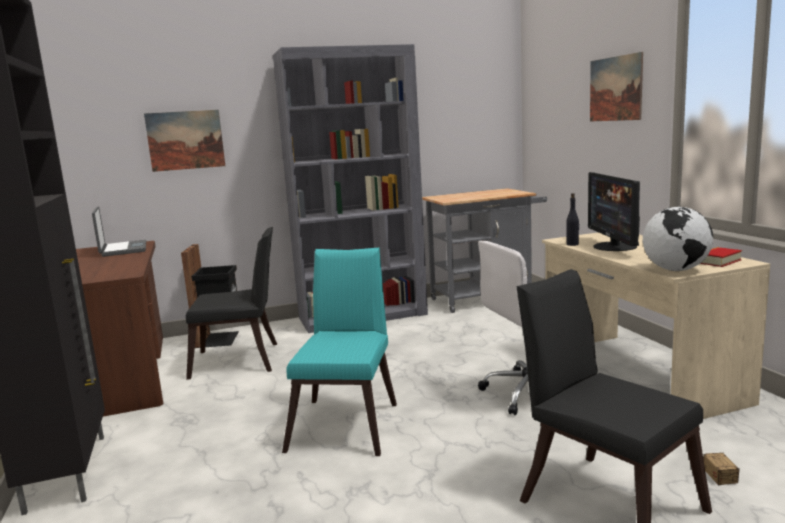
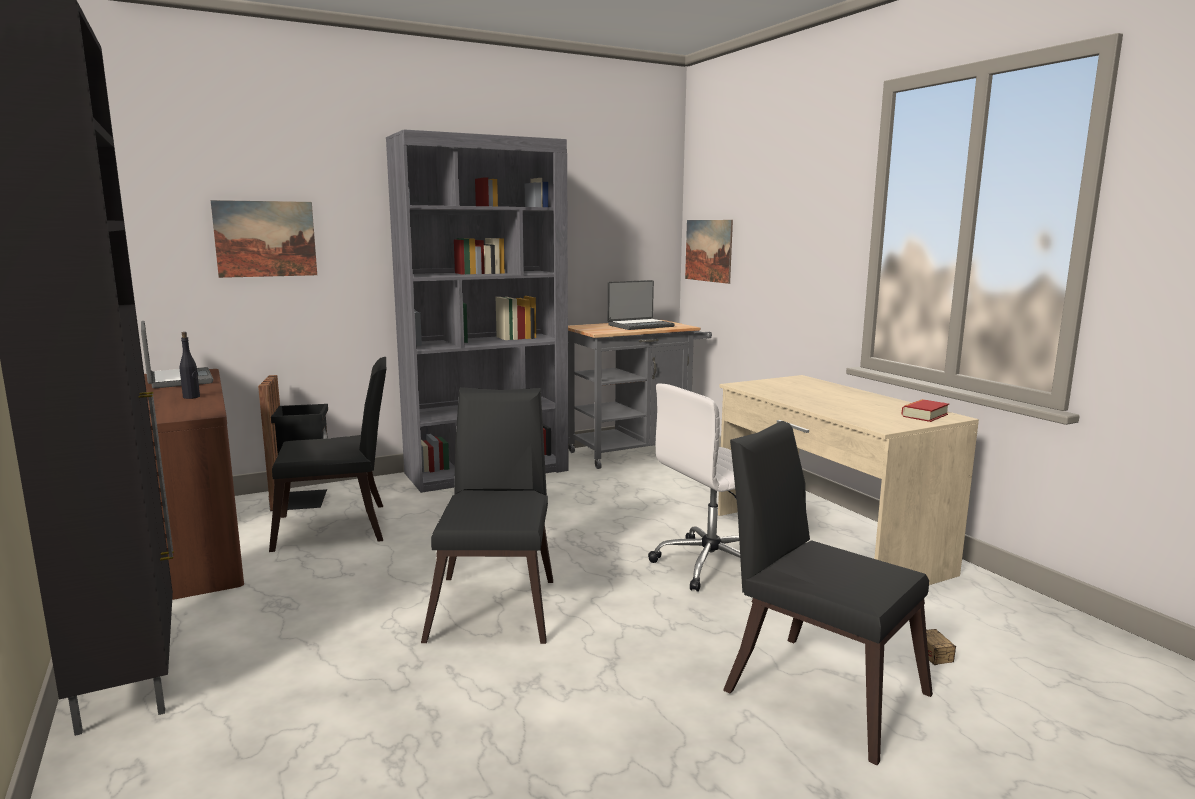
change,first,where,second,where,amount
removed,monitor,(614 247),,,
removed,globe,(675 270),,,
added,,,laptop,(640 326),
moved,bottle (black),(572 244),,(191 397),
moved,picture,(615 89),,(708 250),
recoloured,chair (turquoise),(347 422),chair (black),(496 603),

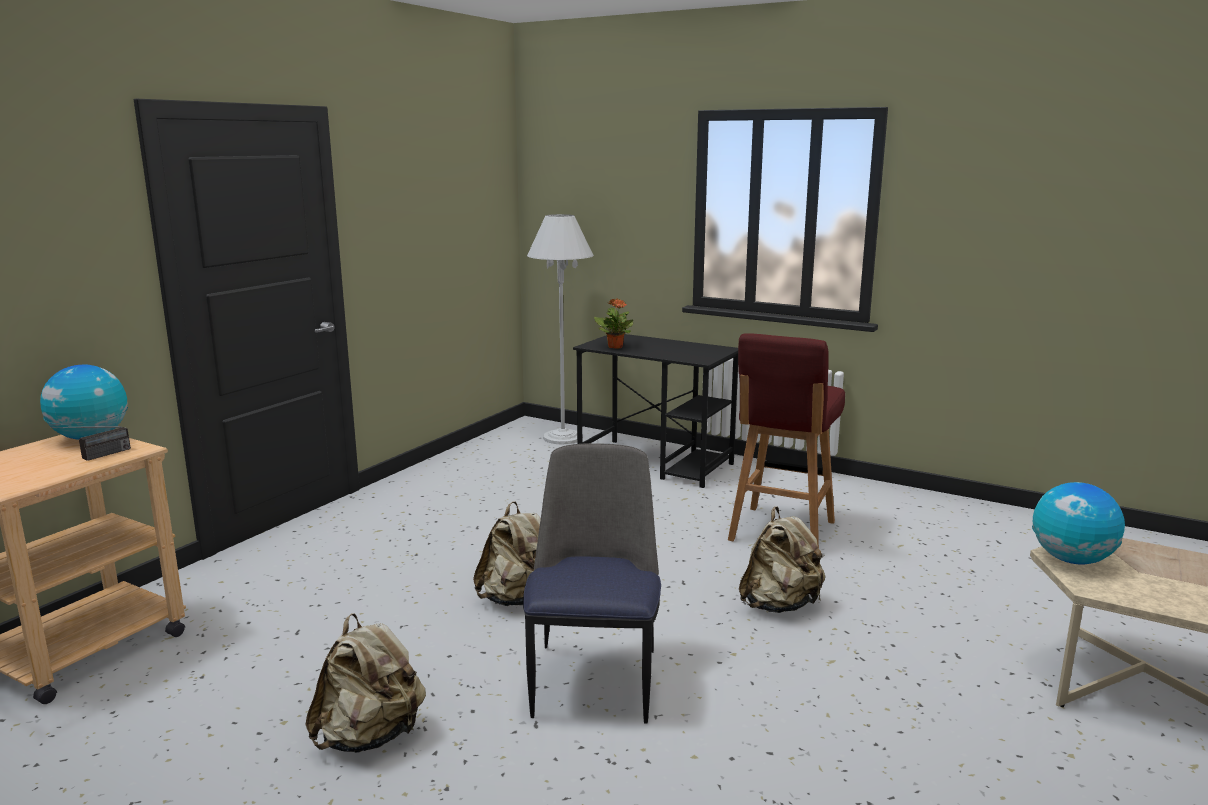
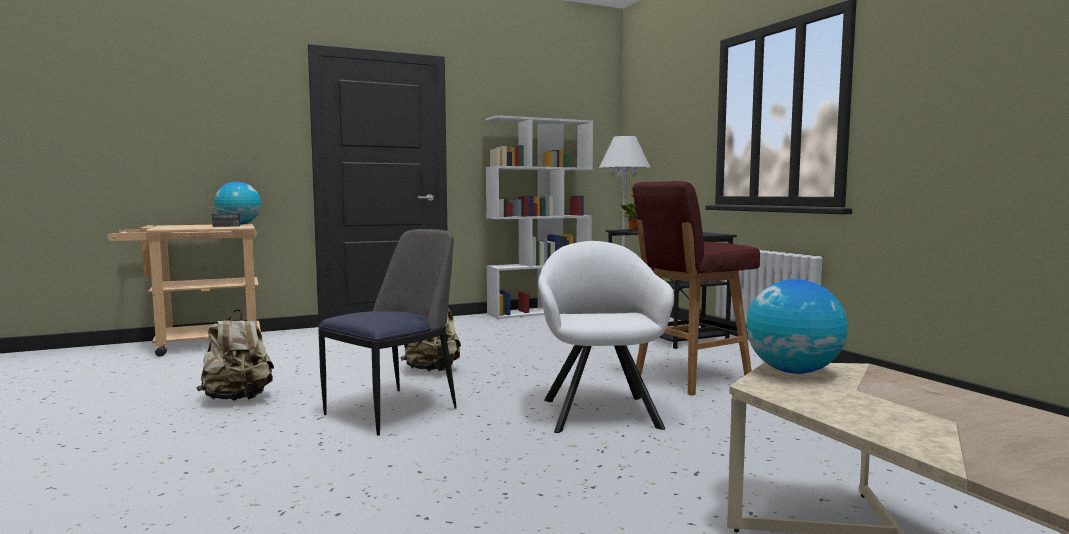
change,first,where,second,where,amount
added,,,bookcase (white),(540 312),
replaced,backpack (beige),(779 605),armchair (white),(599 410),

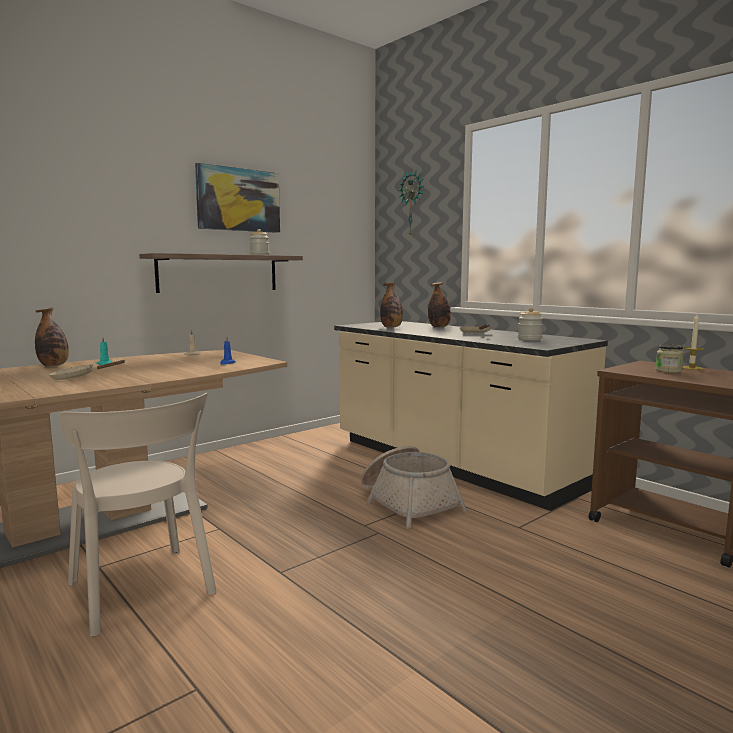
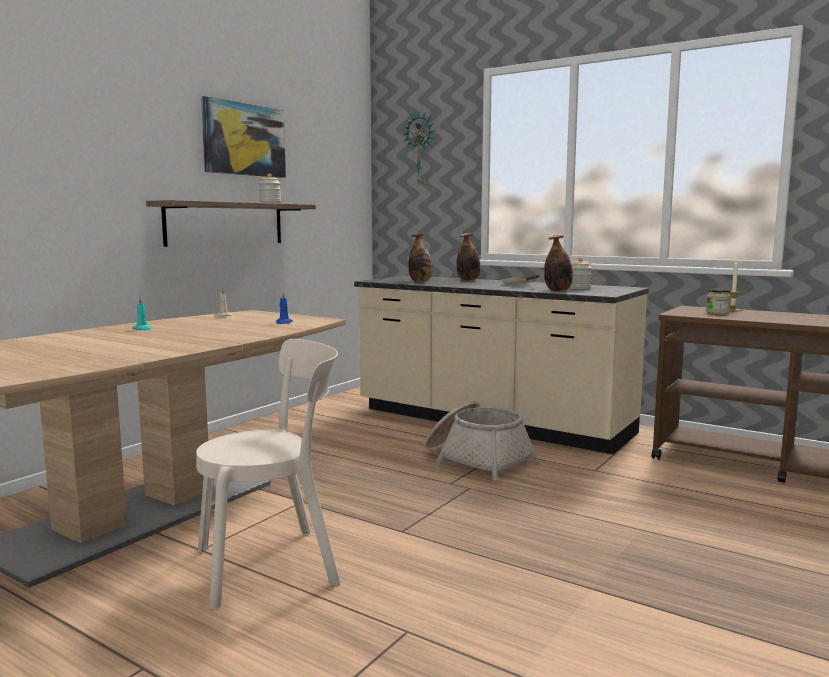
change,first,where,second,where,amount
removed,frying pan (beige),(78 377),,,
moved,bottle,(54 365),,(558 290),
turned,chair (beige),(143 591),,(274 564),60 degrees counterclockwise

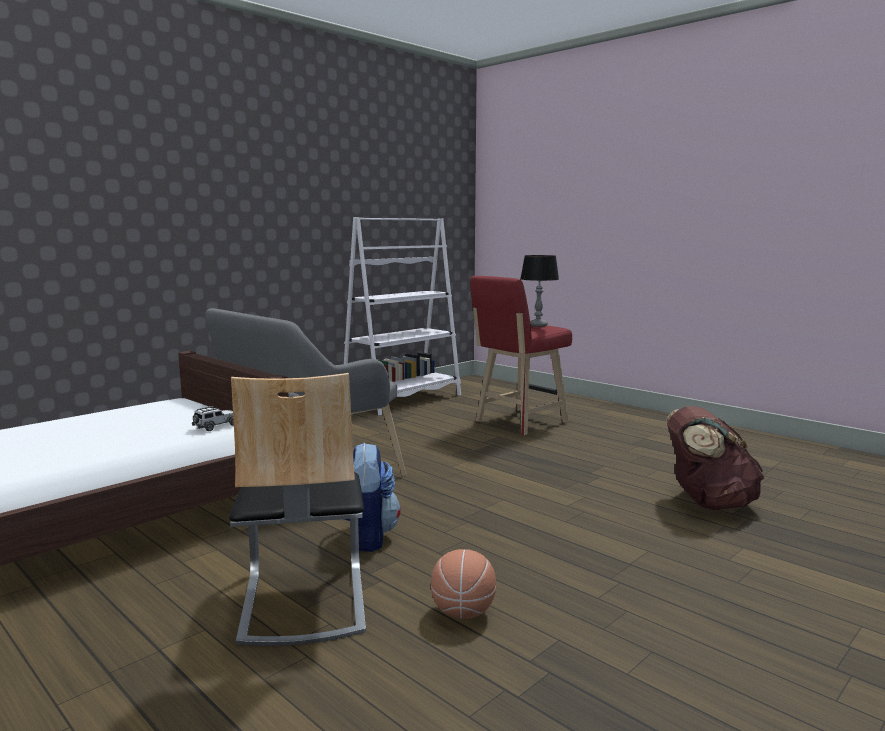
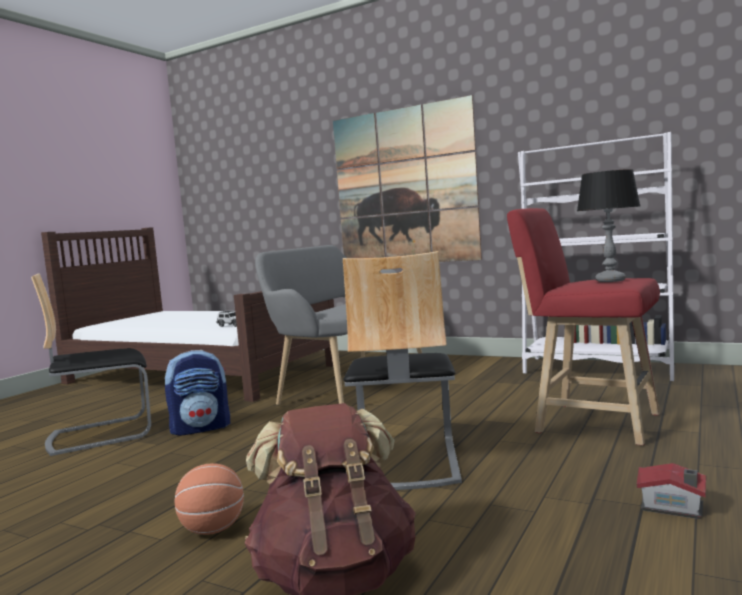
change,first,where,second,where,amount
added,,,picture,(404 187),
added,,,chair,(405 462),
added,,,toy house,(674 508),
moved,basketball,(463 613),,(212 529),

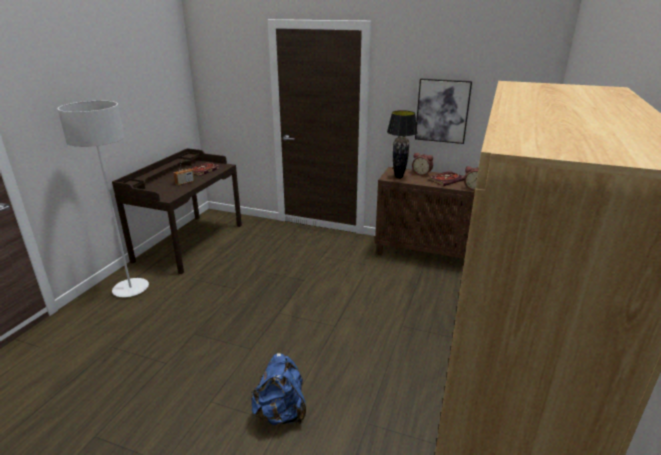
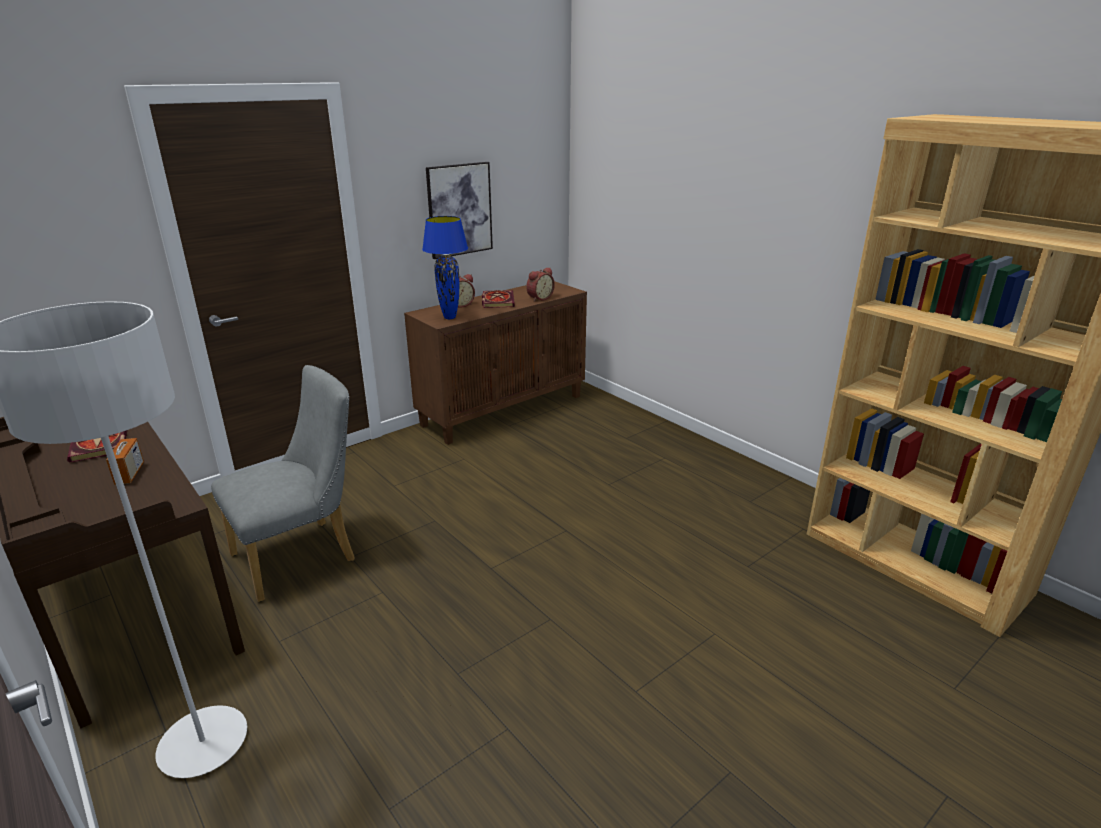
change,first,where,second,where,amount
removed,backpack (blue),(281 413),,,
added,,,chair (grey),(303 555),
recoloured,table lamp (black),(398 177),table lamp (blue),(450 317),

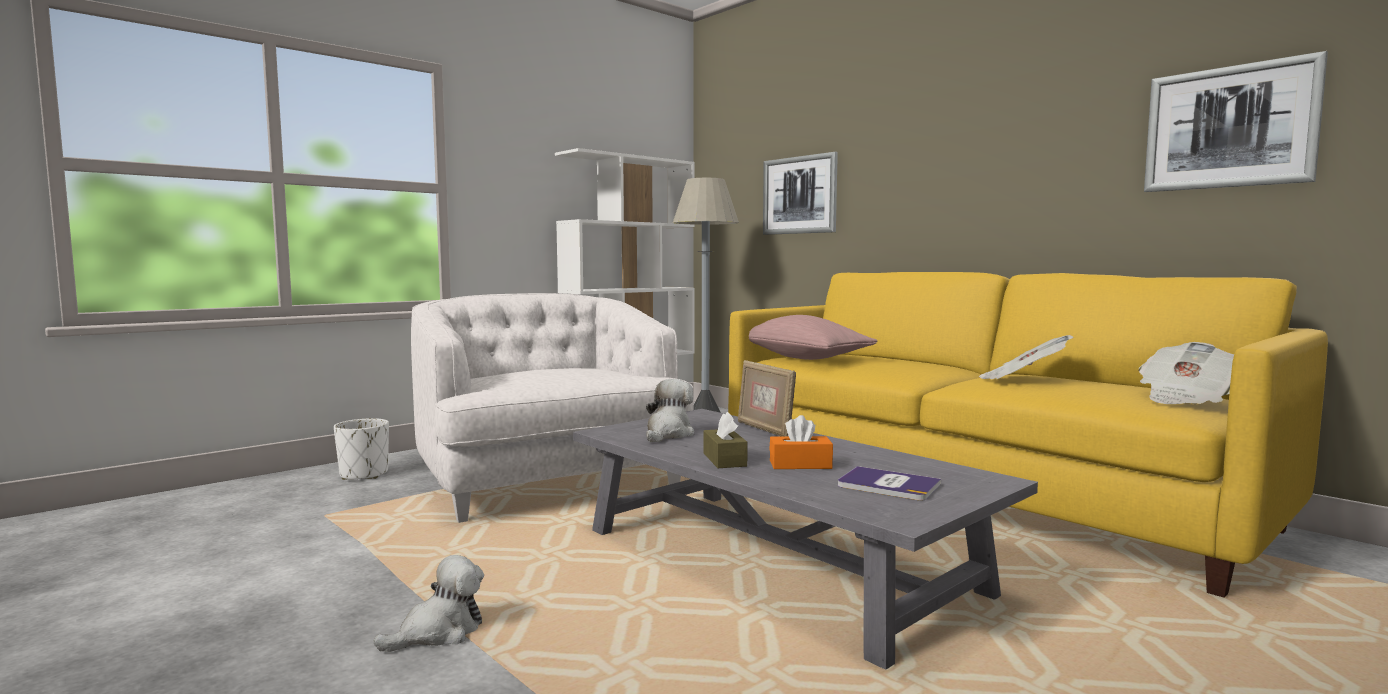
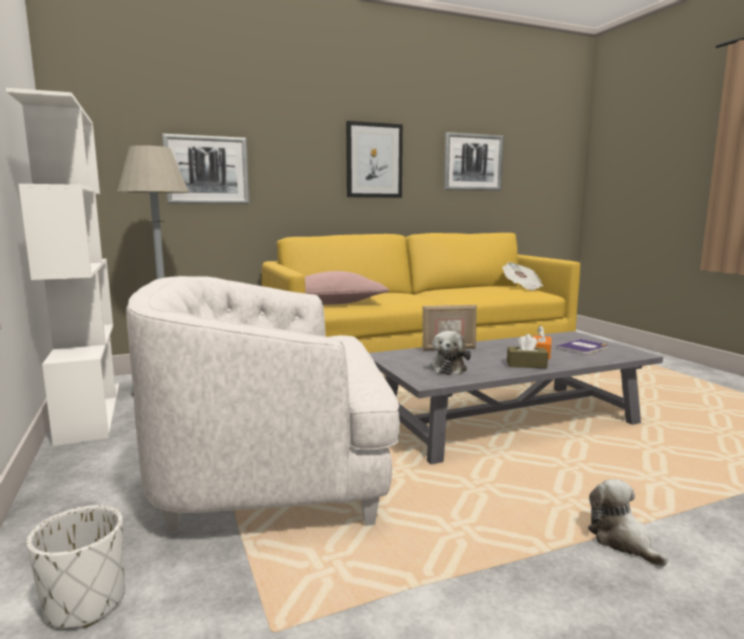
change,first,where,second,where,amount
removed,newspaper,(1022 380),,,
added,,,picture,(374 160),
turned,plush toy,(668 434),,(448 368),120 degrees counterclockwise

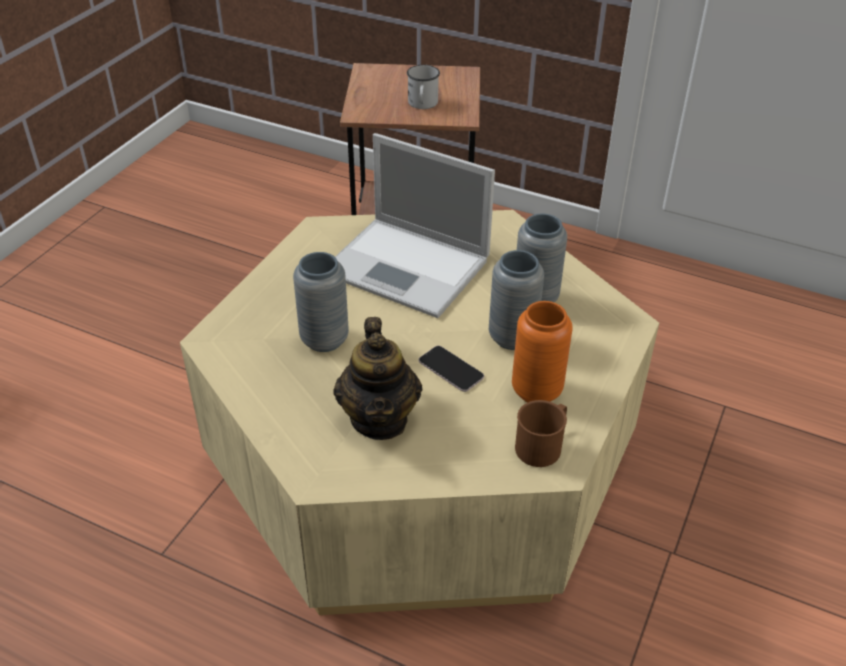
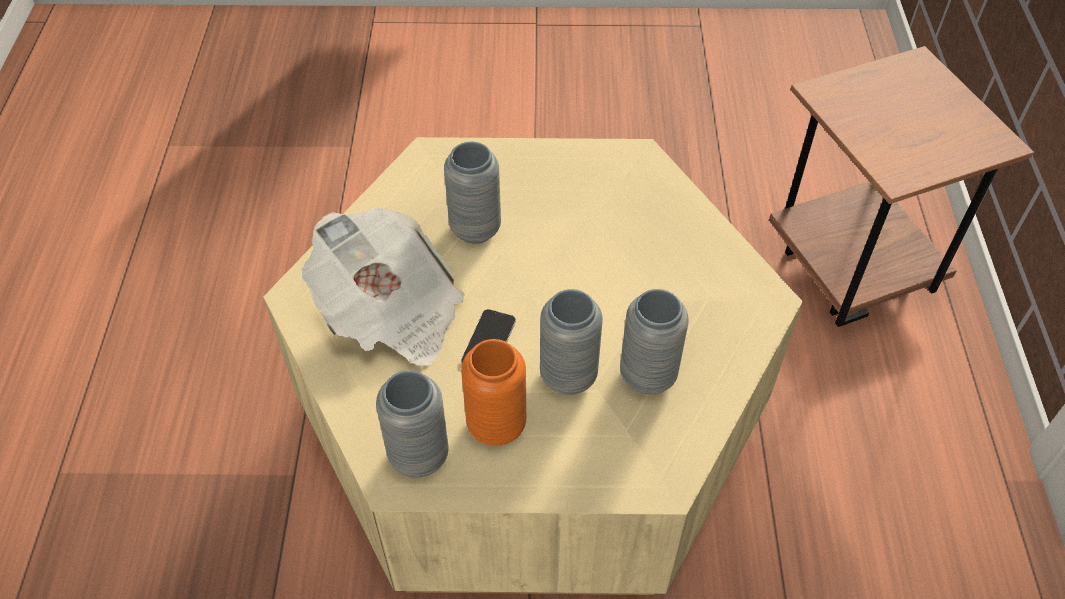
change,first,where,second,where,amount
removed,laptop,(409 267),,,
removed,mug (white),(422 105),,,
replaced,teapot,(379 419),newspaper,(390 312),
replaced,mug (brown),(542 445),vase (grey),(419 456),

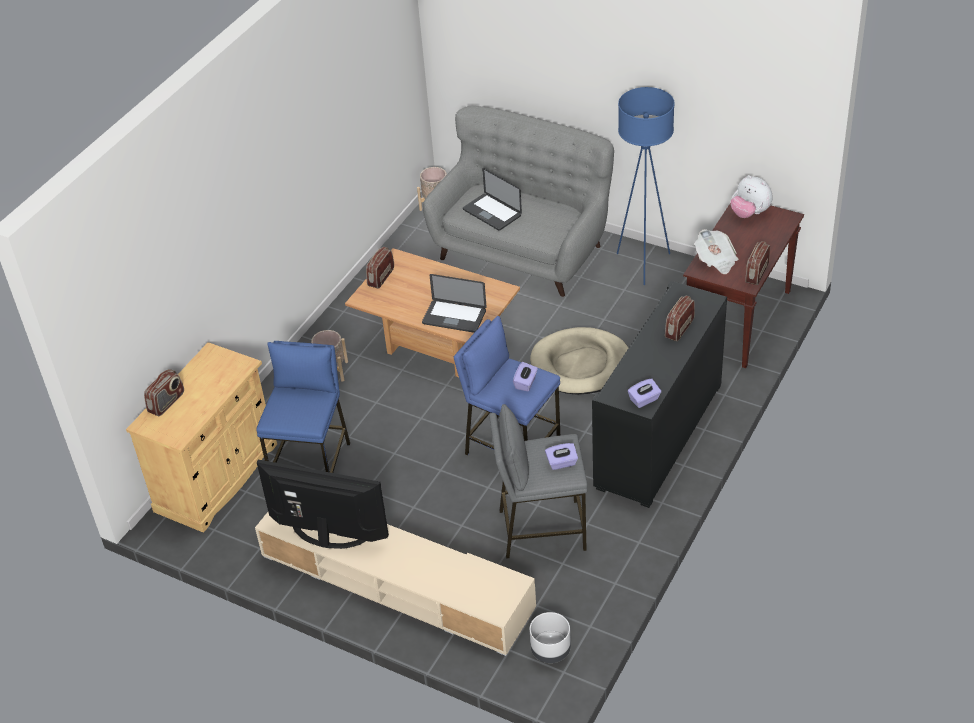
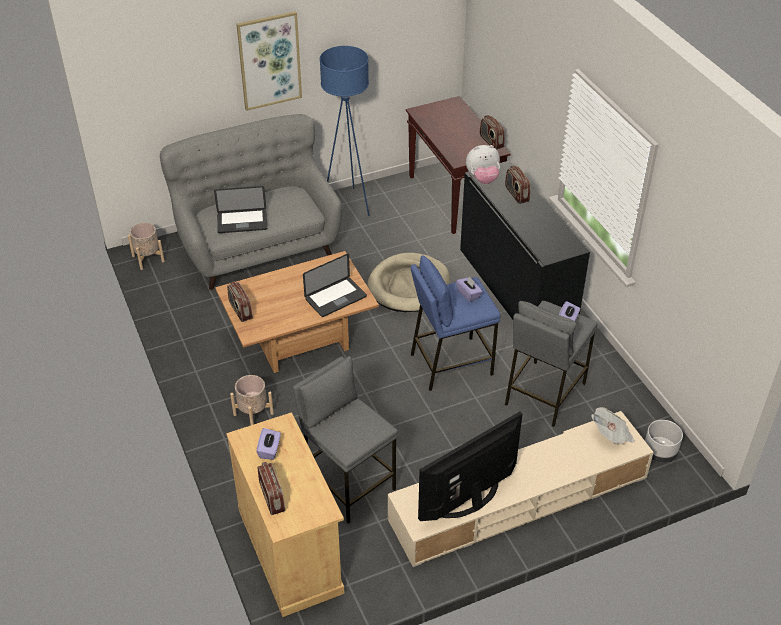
change,first,where,second,where,amount
added,,,picture,(269 60),
moved,tissue box (purple),(644 400),,(269 450),
moved,newspaper,(716 260),,(611 435),
moved,plush toy,(749 213),,(482 179),
recoloured,stool (blue),(313 467),stool (grey),(348 483),

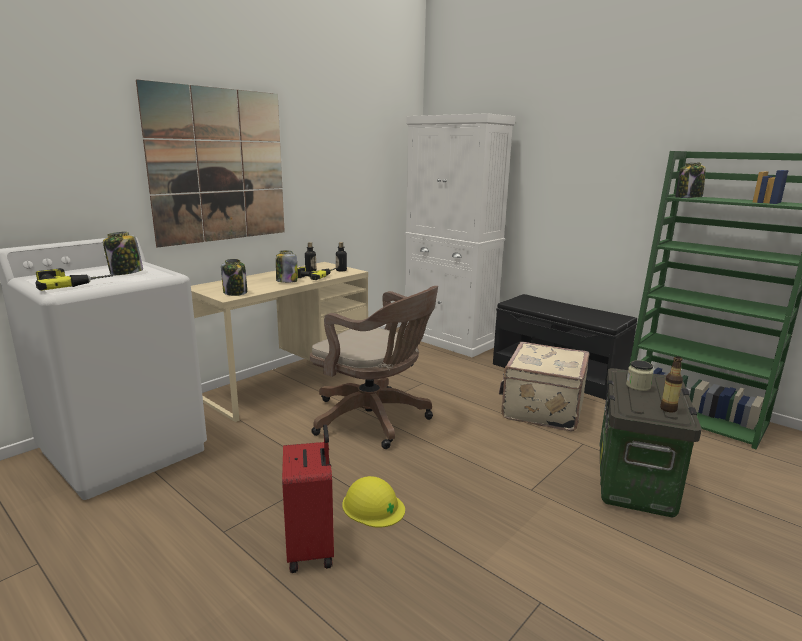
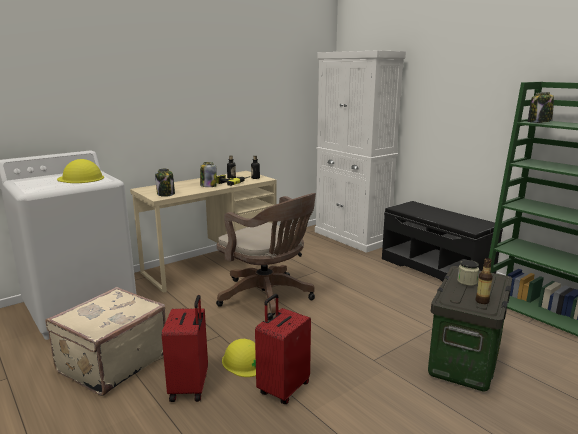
change,first,where,second,where,amount
removed,power drill,(72 283),,,
removed,picture,(219 166),,,
added,,,suitcase (red),(283 388),
moved,suitcase (beige),(541 409),,(111 362),
replaced,jar,(126 273),hard hat (yellow),(81 178),

